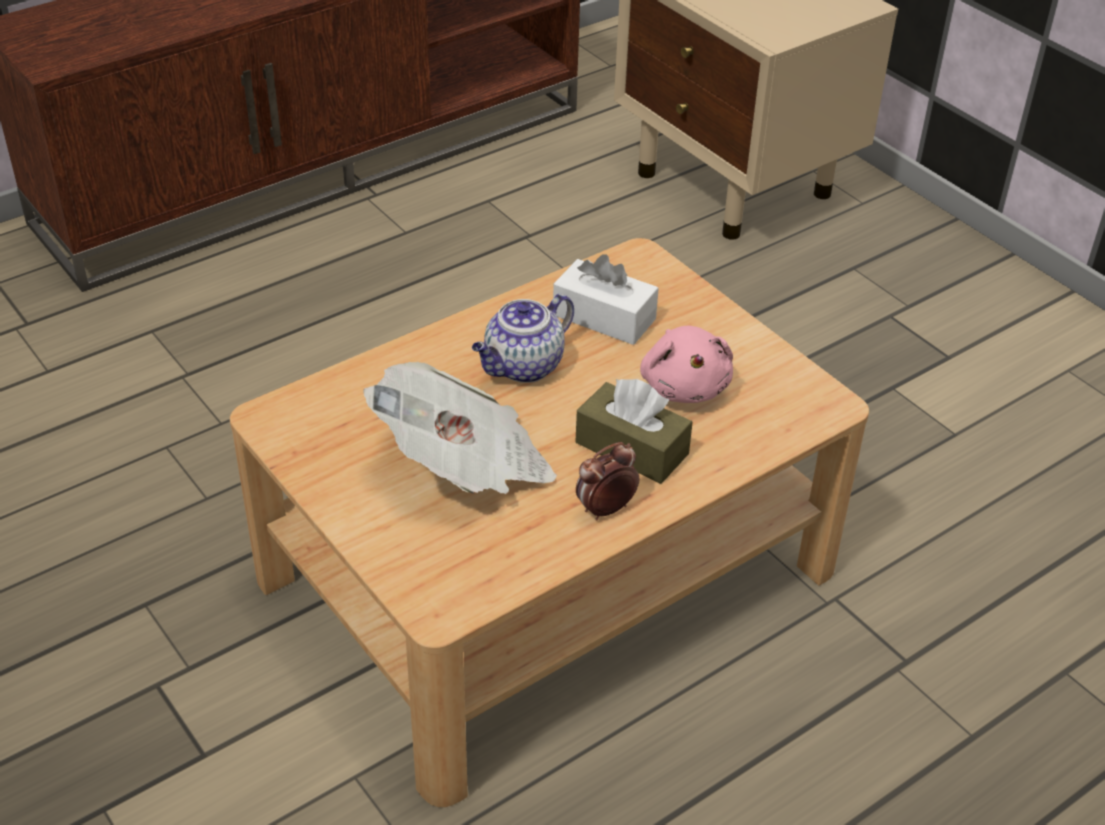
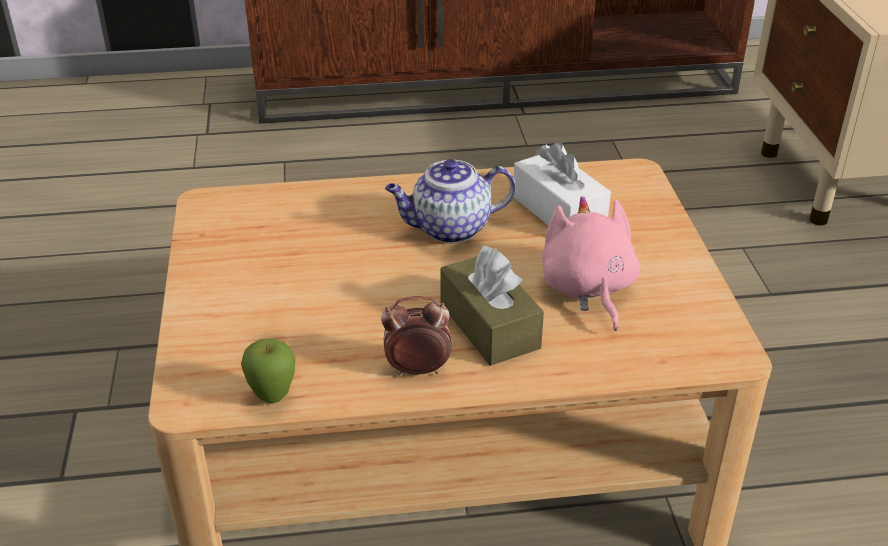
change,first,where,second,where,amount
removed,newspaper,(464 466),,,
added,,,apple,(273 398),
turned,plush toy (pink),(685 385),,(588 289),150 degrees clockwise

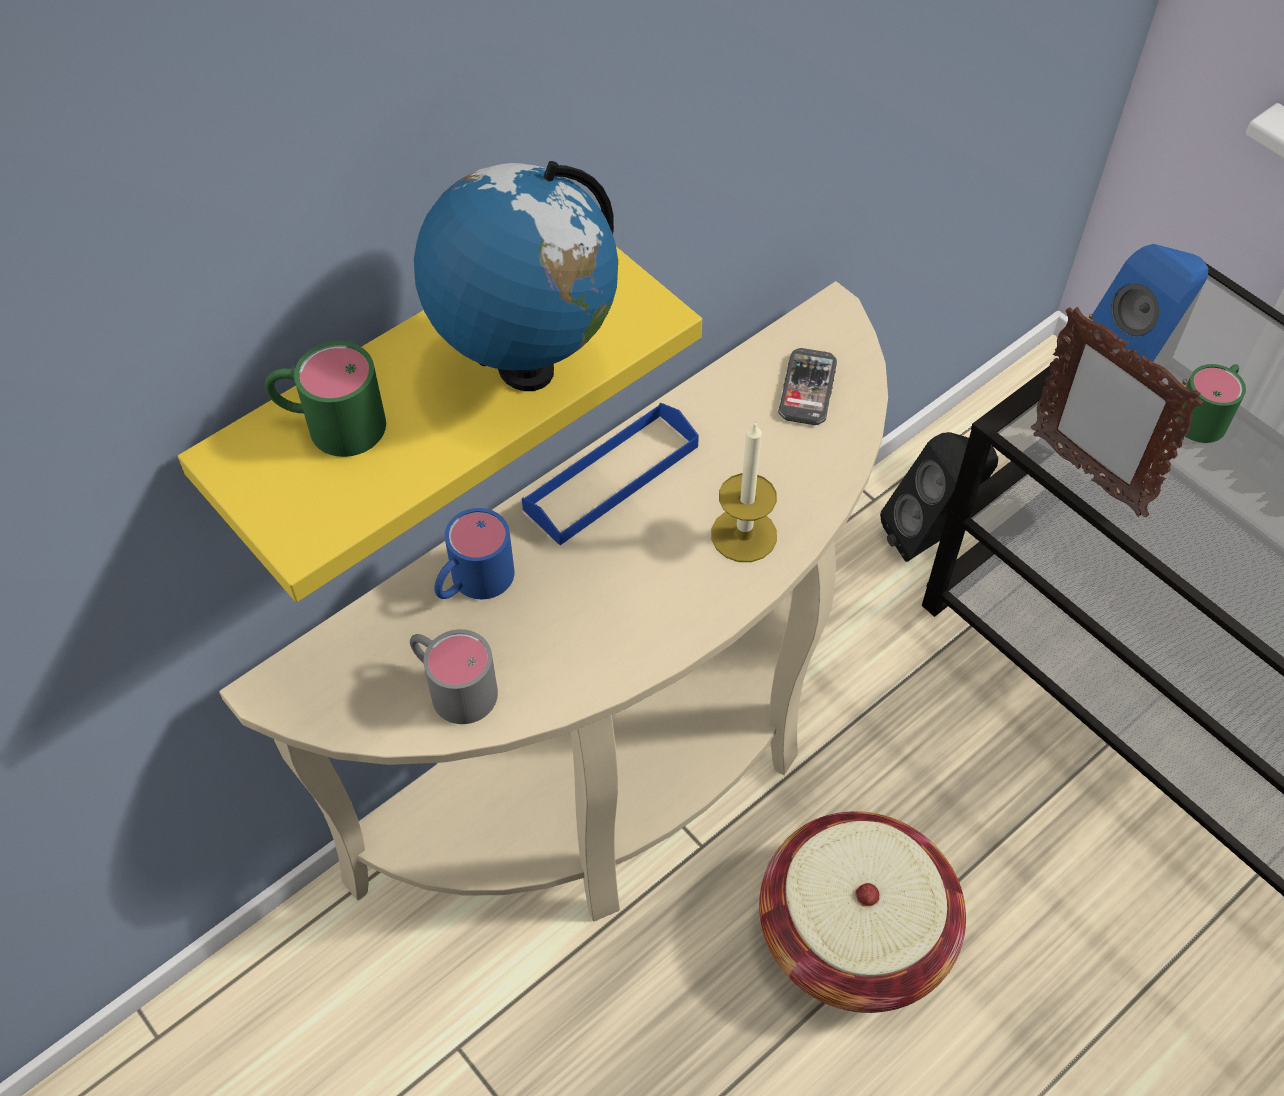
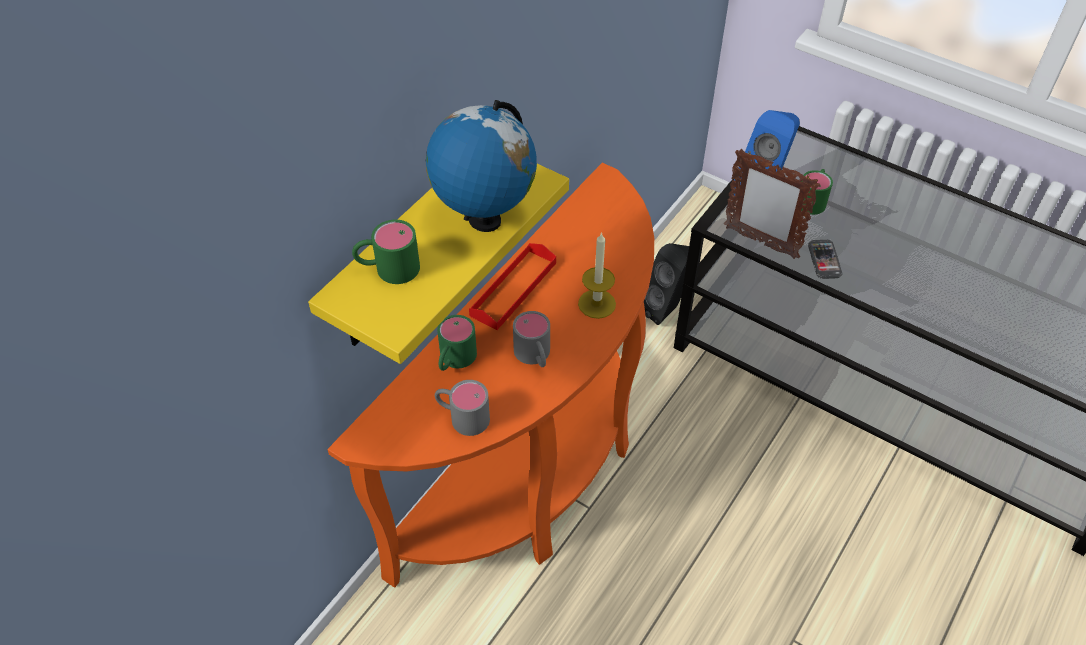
change,first,where,second,where,amount
removed,basket,(854 931),,,
added,,,mug (grey),(534 356),
moved,phone,(807 388),,(824 260),
recoloured,console table (beige),(630 765),console table (orange),(534 473),
recoloured,mug (blue),(472 582),mug (green),(454 360),
recoloured,tray (blue),(611 478),tray (red),(513 289),

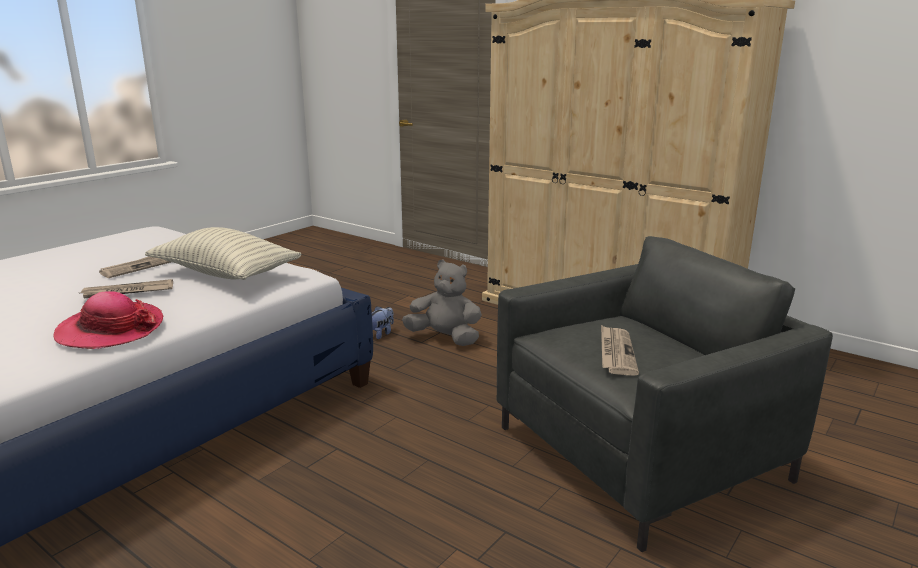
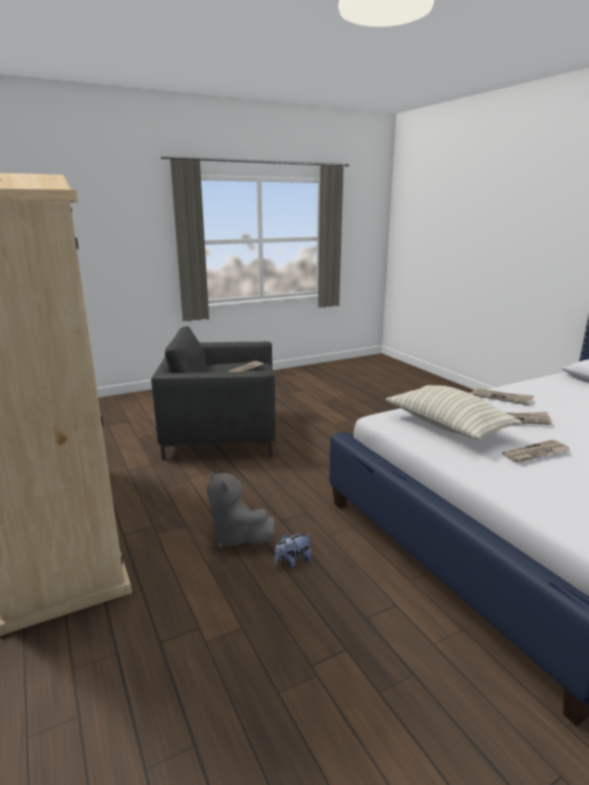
change,first,where,second,where,amount
replaced,hat,(110 330),newspaper,(502 398),

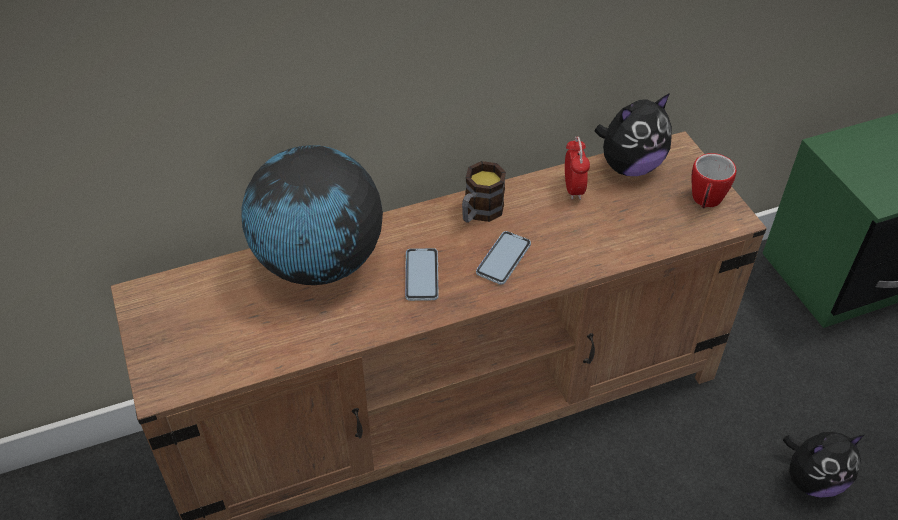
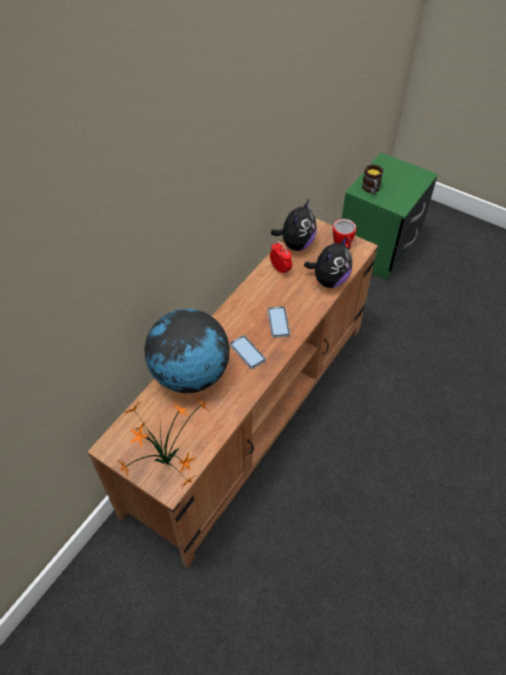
change,first,where,second,where,amount
added,,,potted plant,(164 461),
moved,mug,(479 213),,(371 189),
moved,plush toy,(812 480),,(329 280),

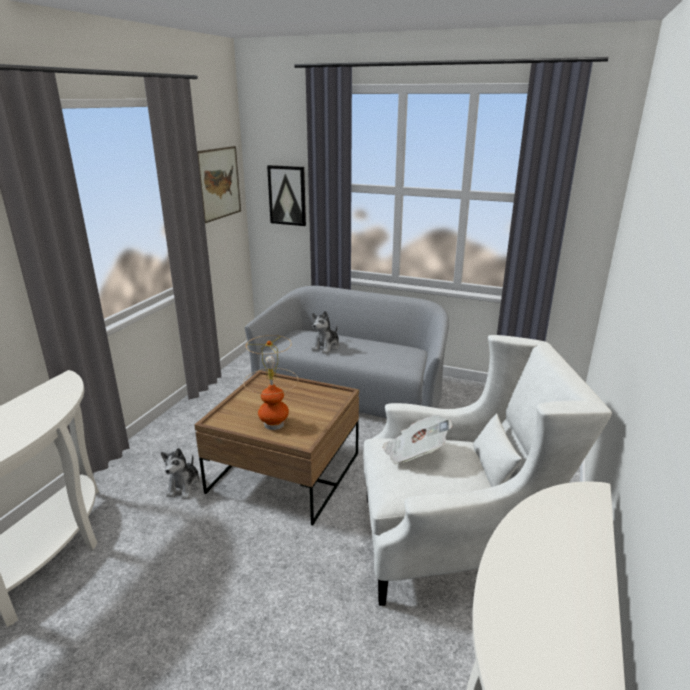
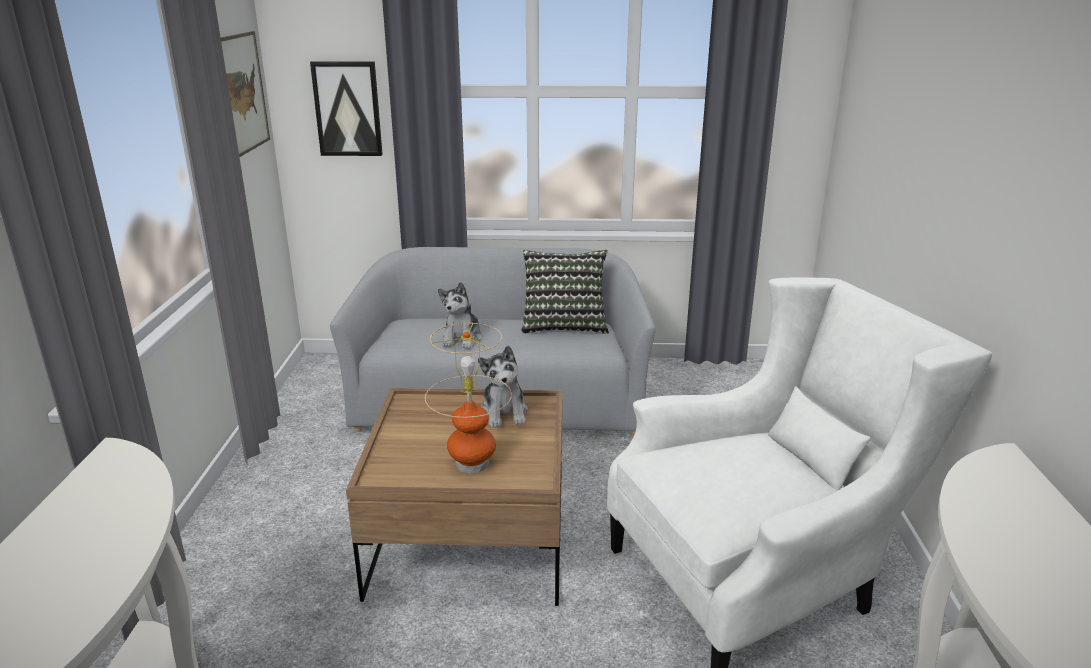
change,first,where,second,where,amount
removed,newspaper,(414 453),,,
added,,,pillow,(564 325),
moved,plush toy,(184 486),,(504 412),

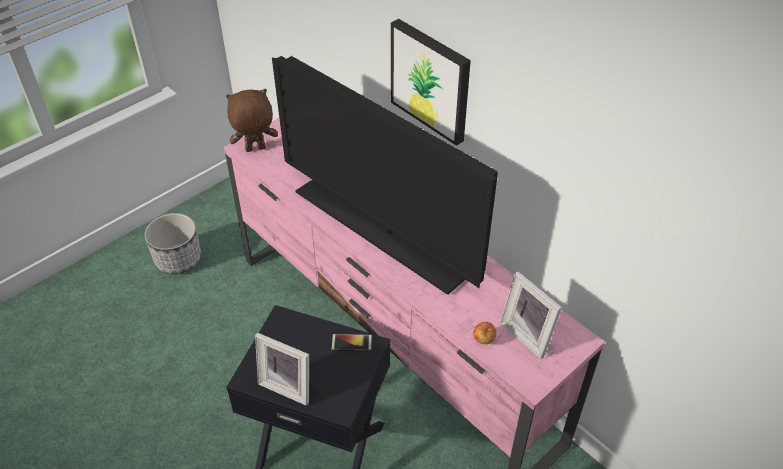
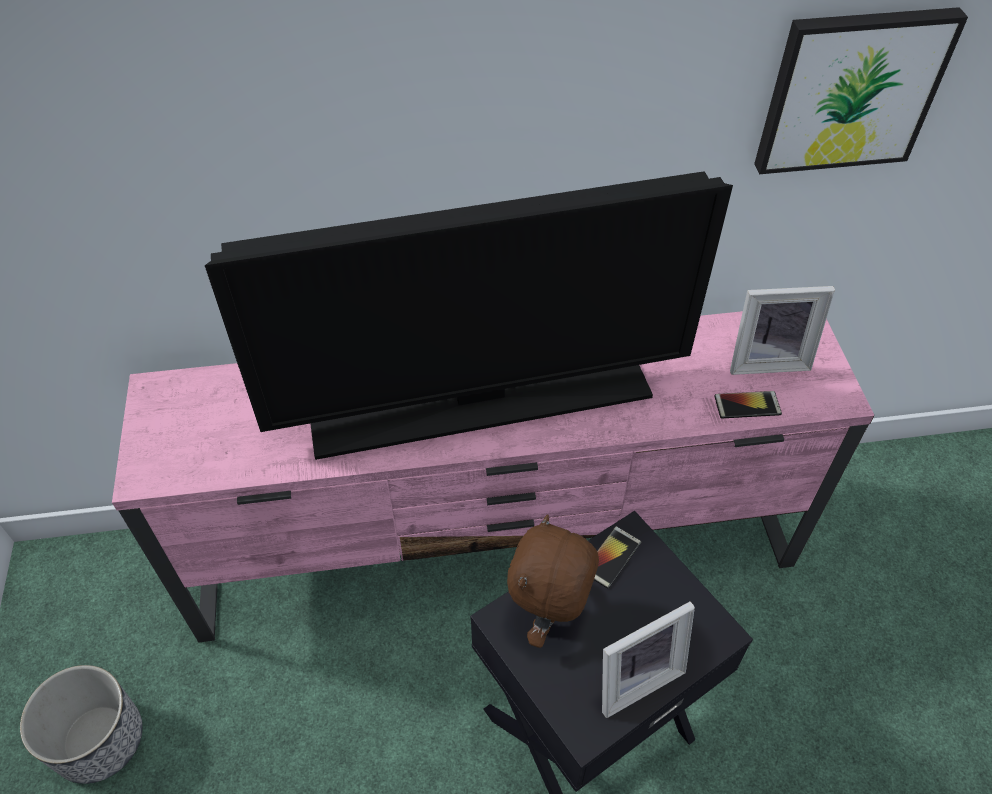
change,first,where,second,where,amount
moved,plush toy (brown),(255 150),,(549 618),
moved,picture,(431 80),,(850 90),
replaced,apple,(483 340),phone,(747 405),

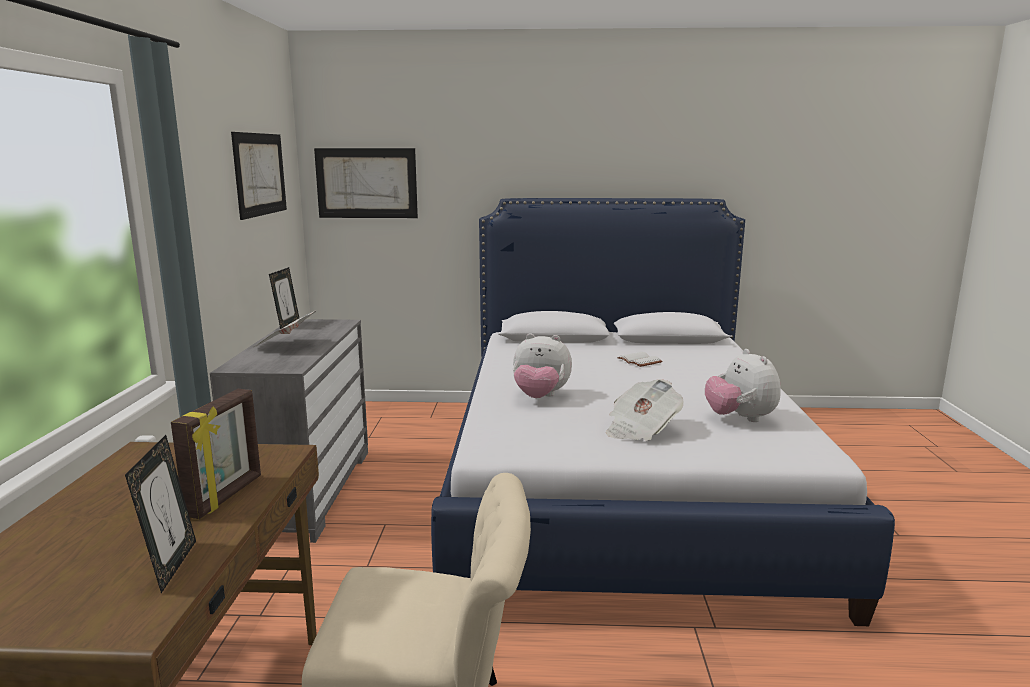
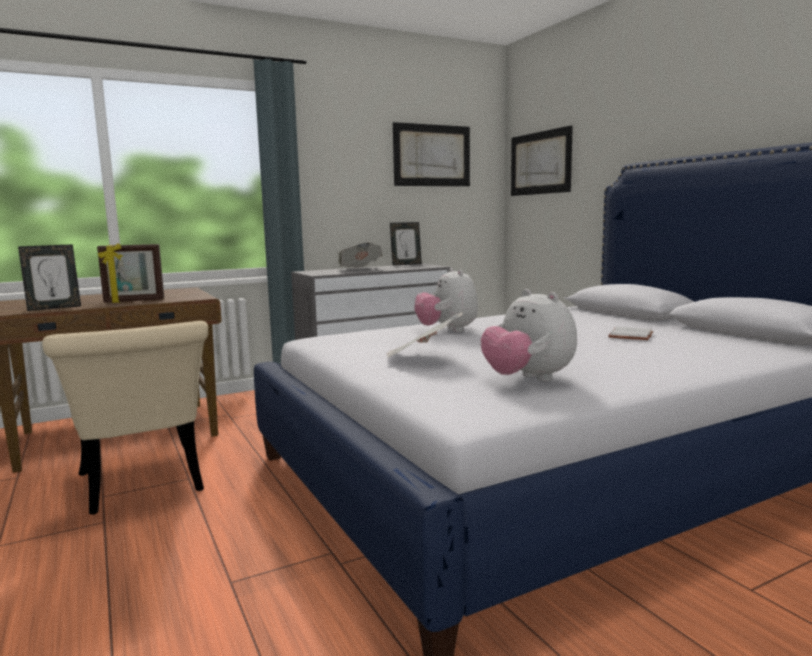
change,first,where,second,where,amount
turned,plush toy,(740 418),,(528 379),75 degrees counterclockwise

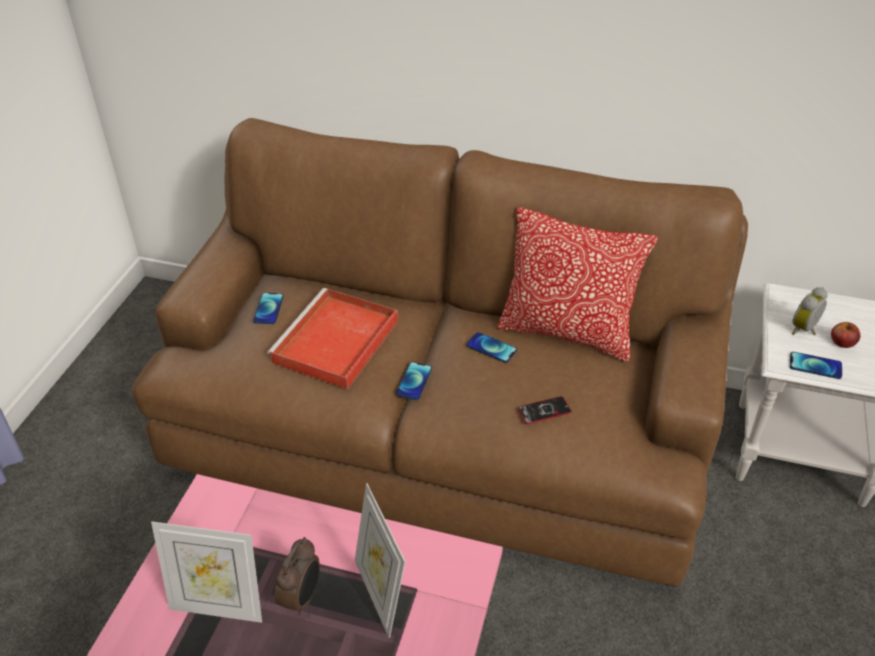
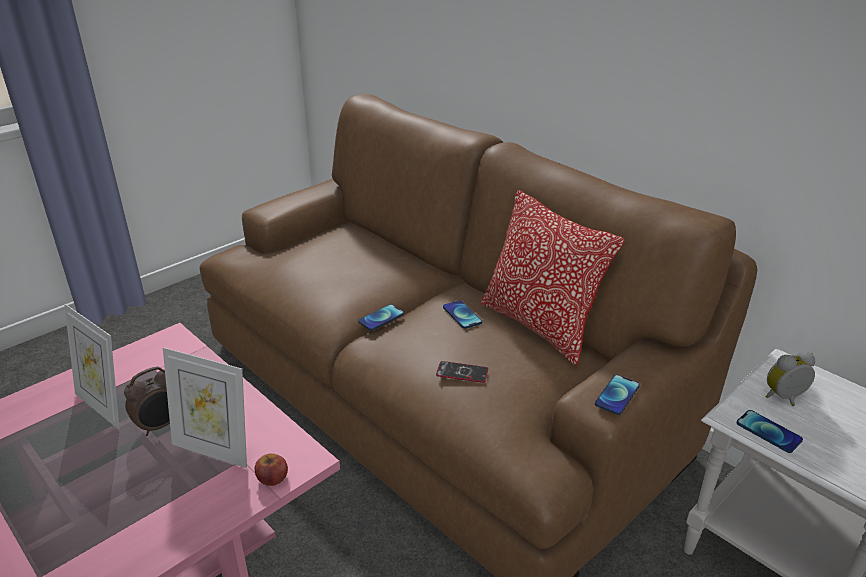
change,first,where,second,where,amount
removed,tray (red),(335 343),,,
moved,phone,(268 309),,(617 395),
moved,apple,(842 342),,(272 477),
turned,picture frame,(380 594),,(214 449),75 degrees counterclockwise

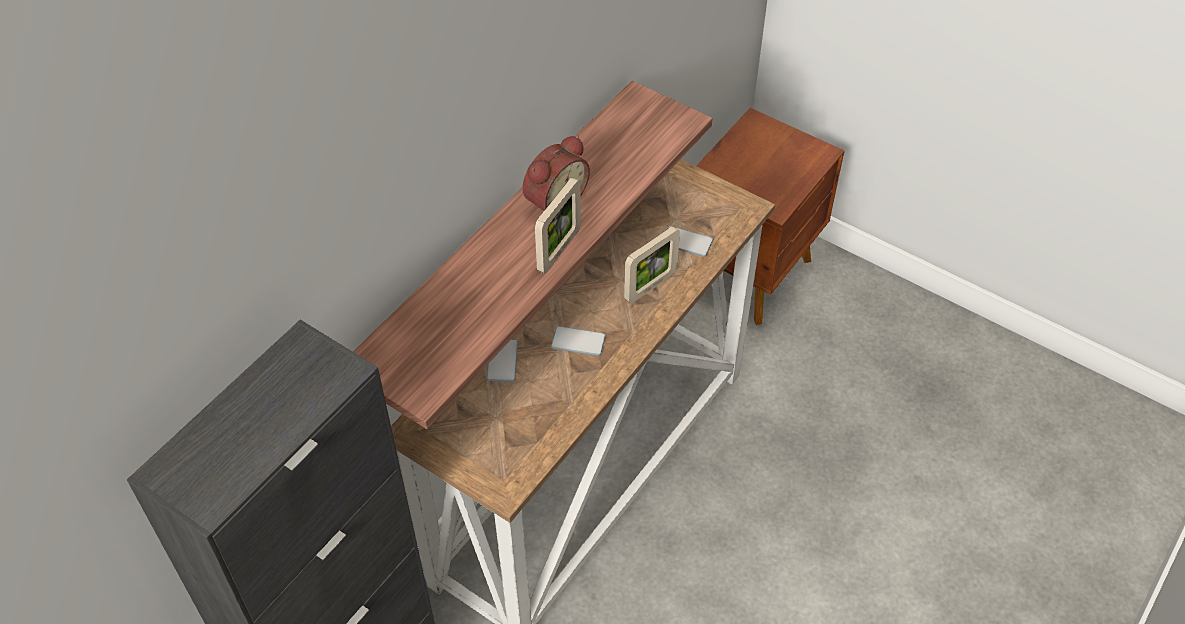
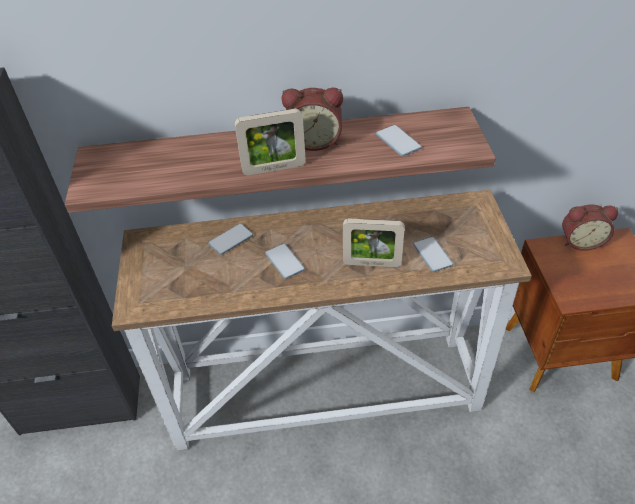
change,first,where,second,where,amount
added,,,phone,(398 141),
added,,,alarm clock,(581 241),

